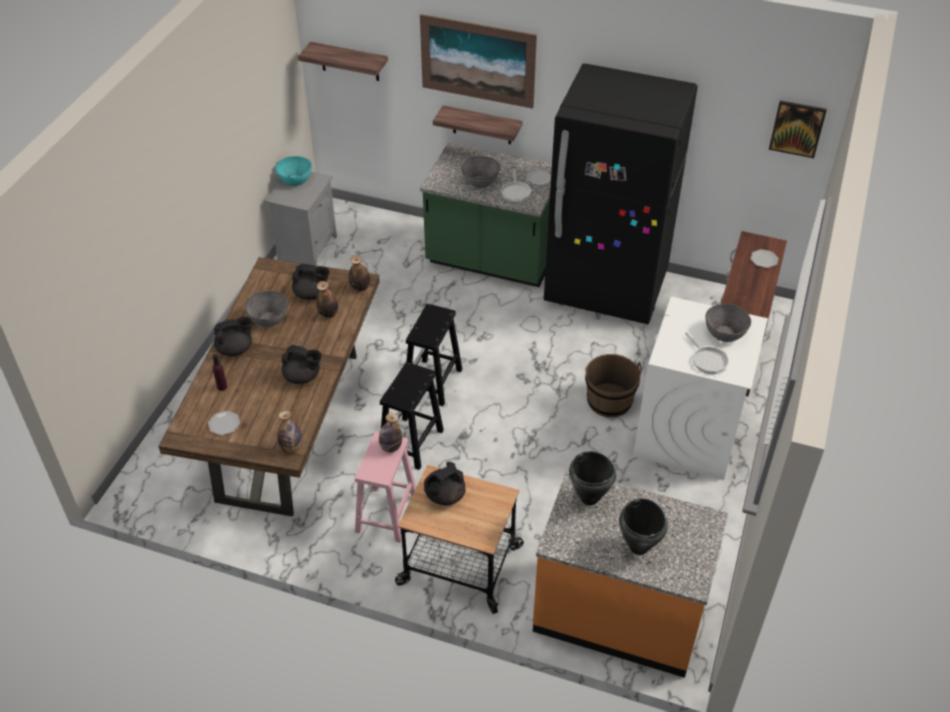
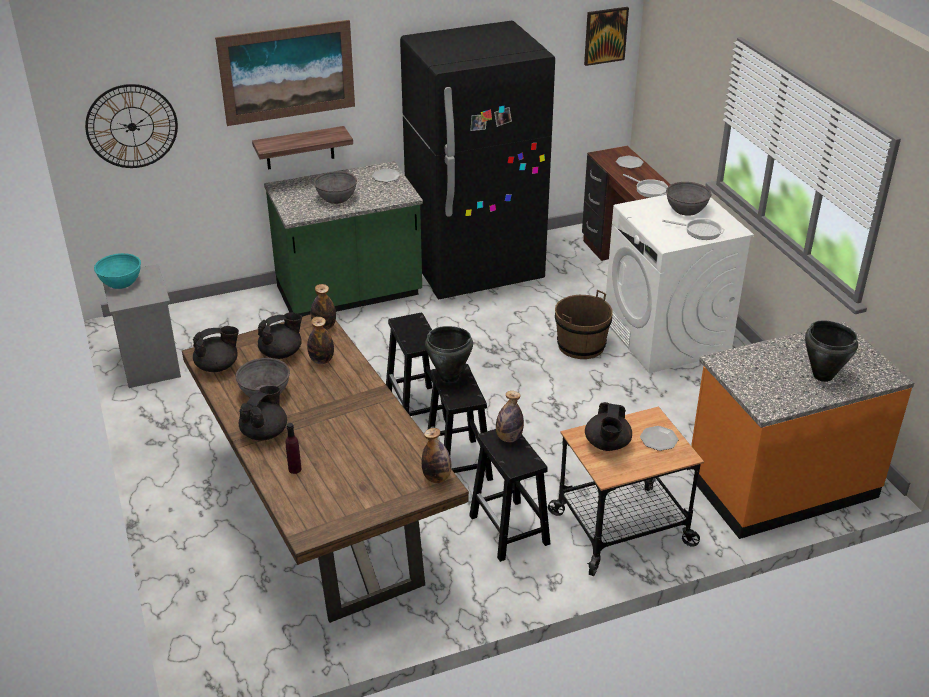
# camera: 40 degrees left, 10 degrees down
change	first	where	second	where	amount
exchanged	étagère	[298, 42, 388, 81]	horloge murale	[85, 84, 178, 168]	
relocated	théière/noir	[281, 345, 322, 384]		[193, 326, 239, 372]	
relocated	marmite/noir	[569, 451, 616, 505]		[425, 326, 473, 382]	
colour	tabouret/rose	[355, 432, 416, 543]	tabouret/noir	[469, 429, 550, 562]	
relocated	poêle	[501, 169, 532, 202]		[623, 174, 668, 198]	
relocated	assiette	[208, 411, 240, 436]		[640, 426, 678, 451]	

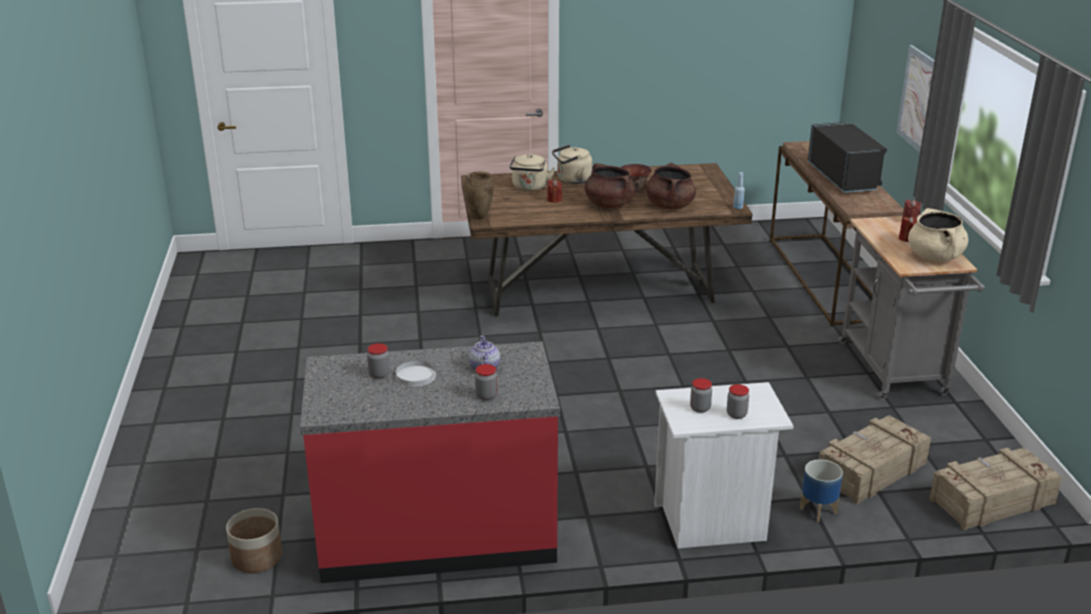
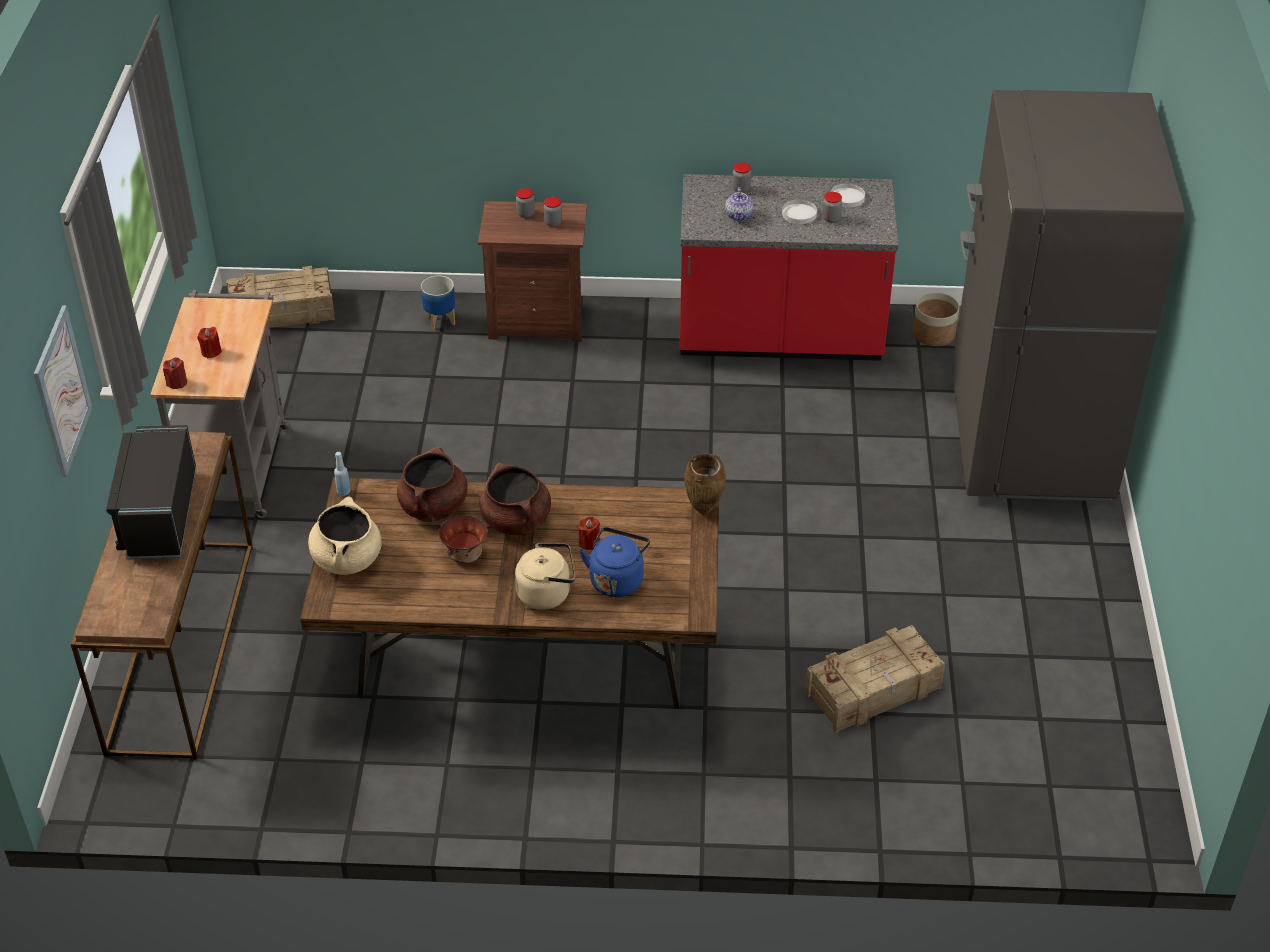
# camera: 170 degrees left, 15 degrees up
change	first	where	second	where	amount
relocated	marmite/beige	[908, 208, 968, 262]		[308, 497, 381, 575]	
colour	table de chevet/blanc	[654, 382, 793, 548]	table de chevet/marron	[478, 201, 587, 342]	
colour	bouilloire/beige	[510, 154, 555, 191]	bouilloire/bleu	[579, 527, 650, 597]	
relocated	caisse	[819, 415, 931, 504]		[805, 625, 945, 733]	
appeared			assiette/blanc	[831, 183, 865, 208]	
appeared			réfrigérateur/gris	[952, 90, 1184, 501]	

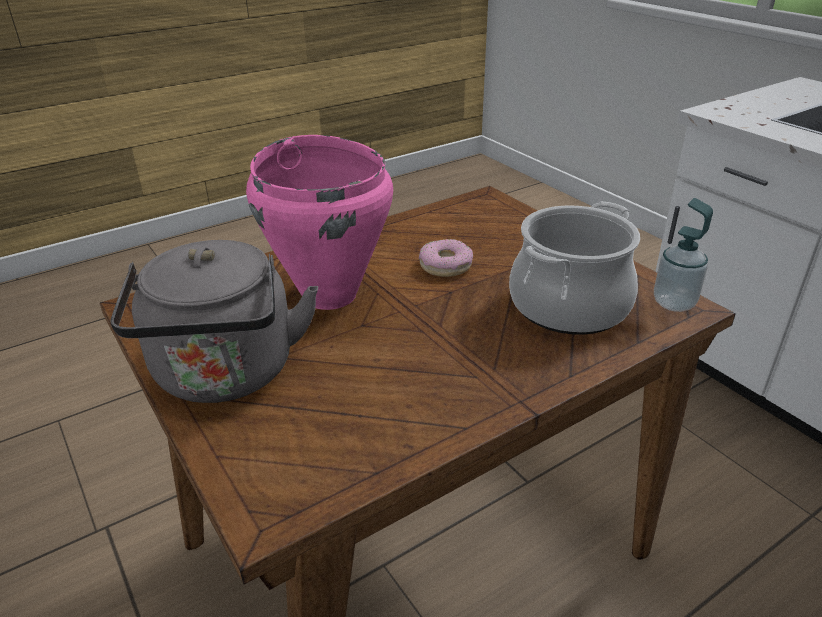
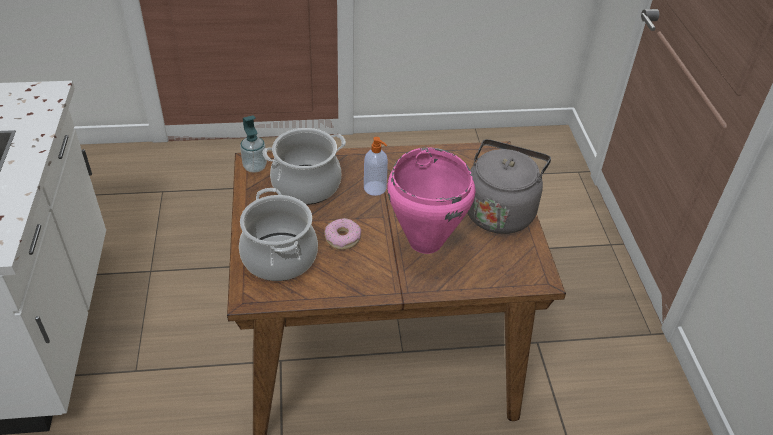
# camera: 155 degrees left, 10 degrees up
change	first	where	second	where	amount
appeared			marmite	[239, 188, 318, 281]	
appeared			distributeur de savon	[364, 137, 388, 196]	

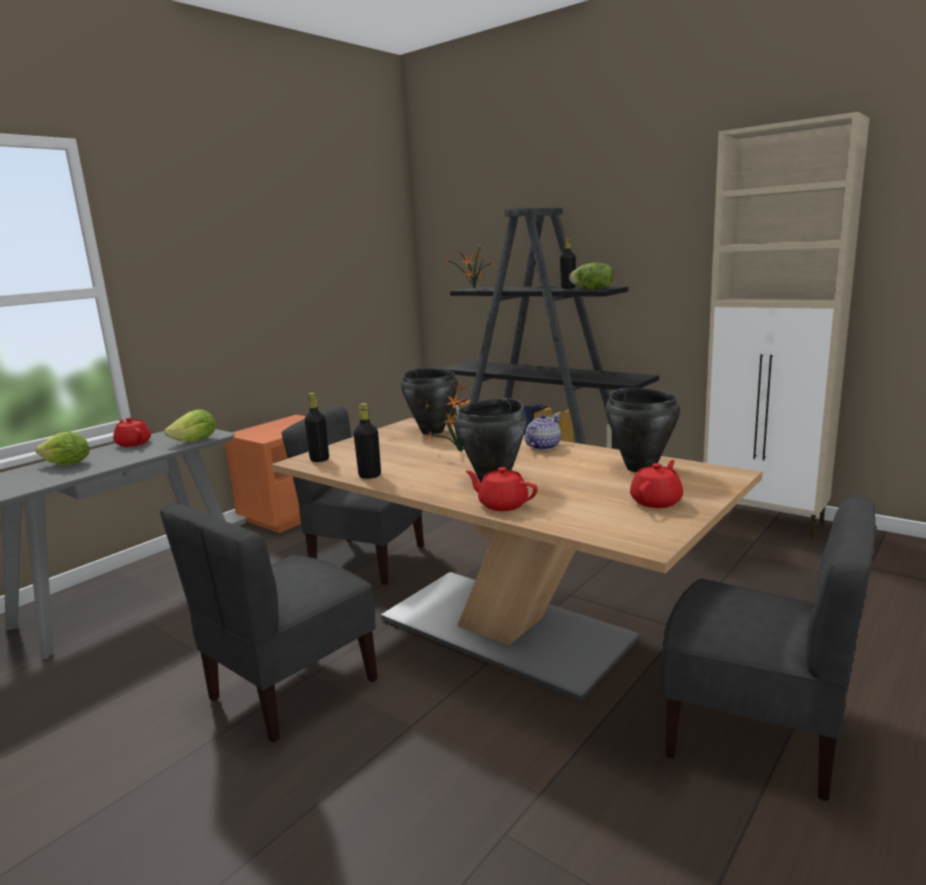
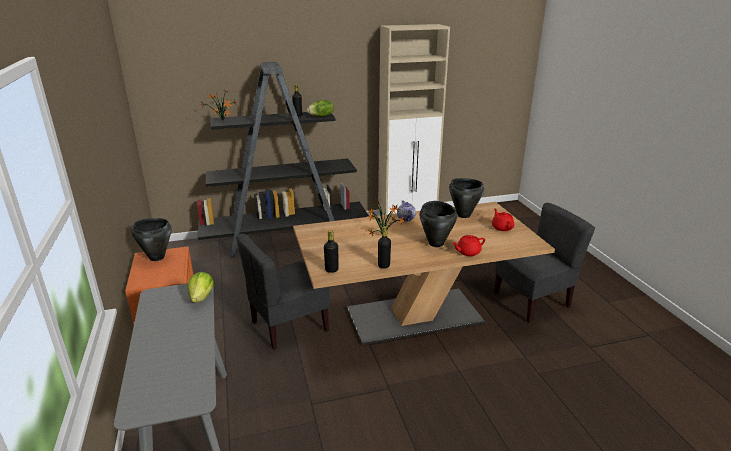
# camera: 55 degrees left, 10 degrees up
change	first	where	second	where	amount
relocated	marmite/noir	[401, 368, 458, 435]		[131, 218, 171, 261]	
missing	laitue	[35, 432, 90, 465]			
missing	théière/rouge	[113, 417, 151, 447]			
missing	chaise/gris	[160, 503, 378, 743]			

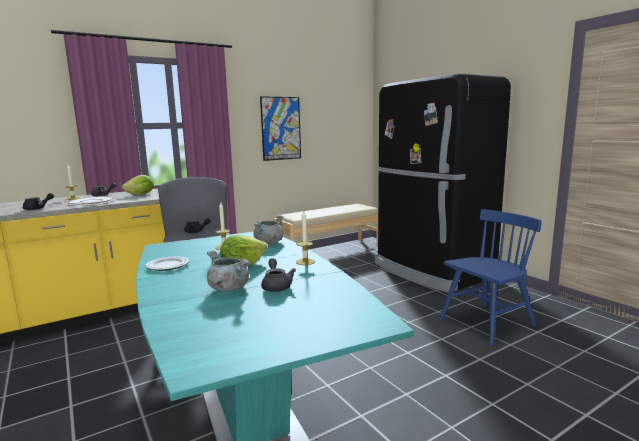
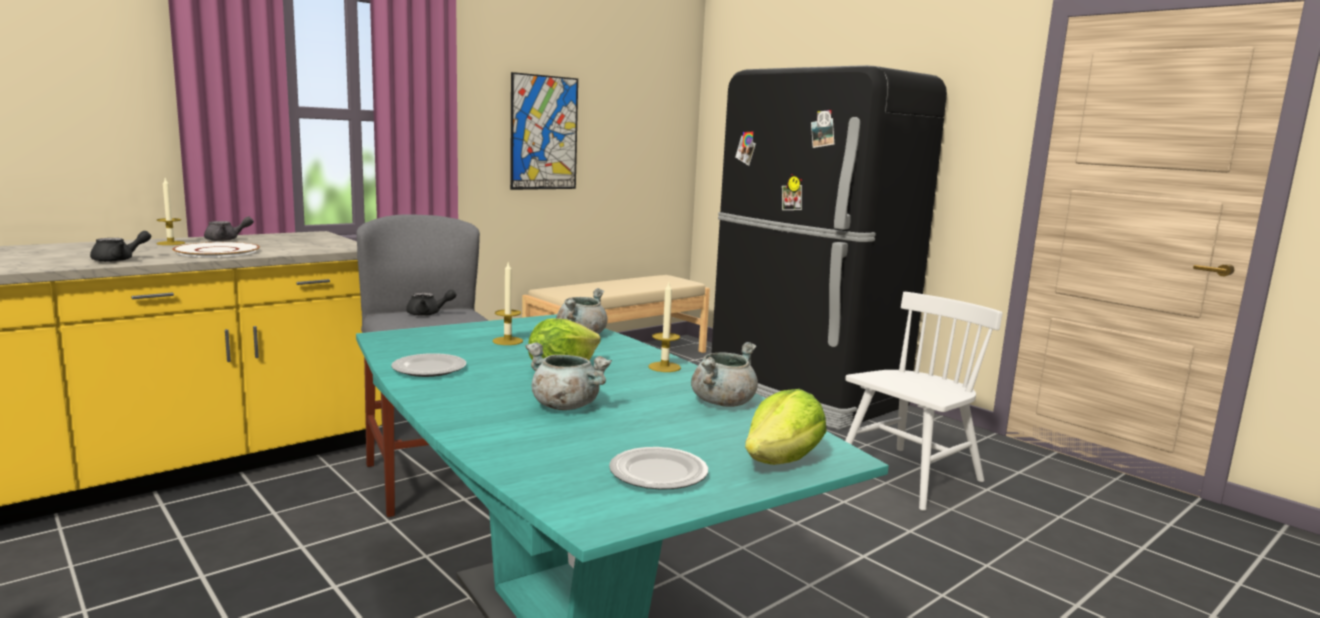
# camera: 10 degrees left, 0 degrees up
change	first	where	second	where	amount
appeared			assiette	[609, 447, 708, 490]	
appeared			marmite/gris	[691, 342, 758, 407]	
relocated	laitue	[121, 175, 154, 195]		[745, 389, 827, 465]	
colour	chaise/bleu	[439, 209, 542, 346]	chaise/blanc	[845, 292, 1003, 511]	
missing	théière/gris	[261, 258, 296, 292]			

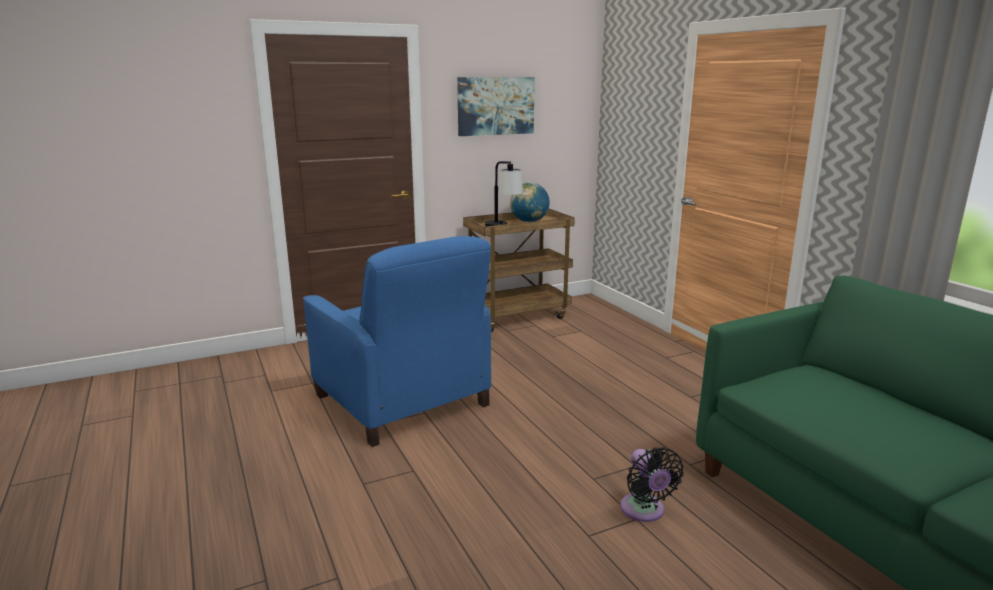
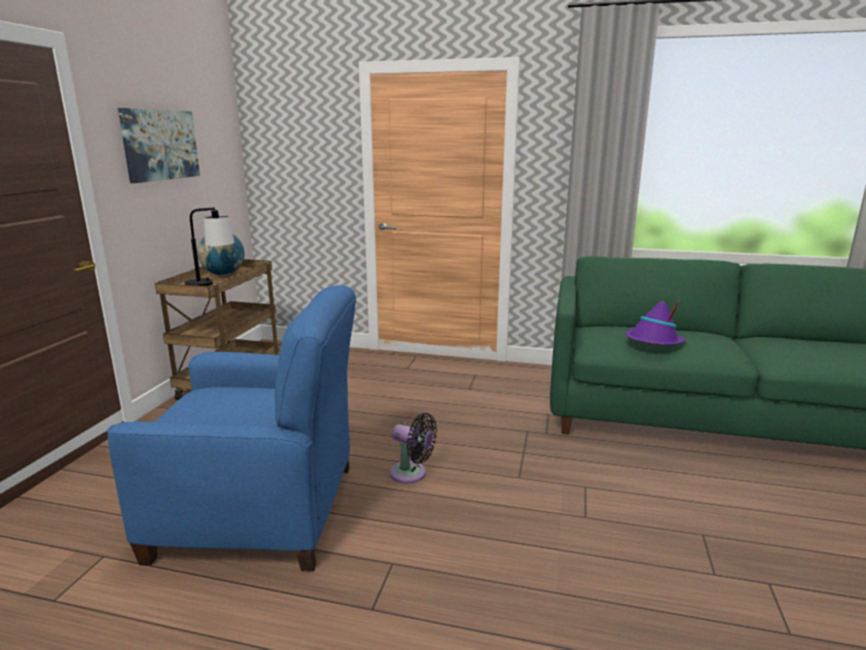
# camera: 50 degrees left, 0 degrees up
change	first	where	second	where	amount
relocated	ventilateur/noir	[620, 447, 684, 522]		[390, 413, 437, 484]	
appeared			chapeau/violet	[625, 301, 686, 345]	

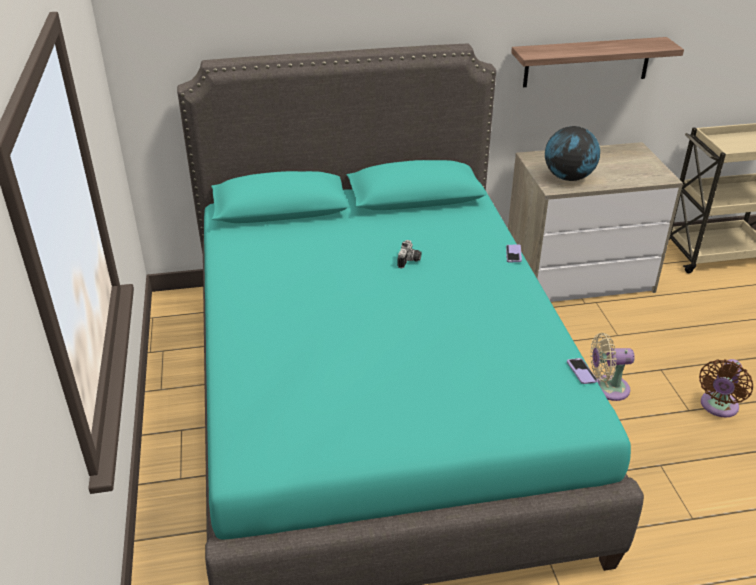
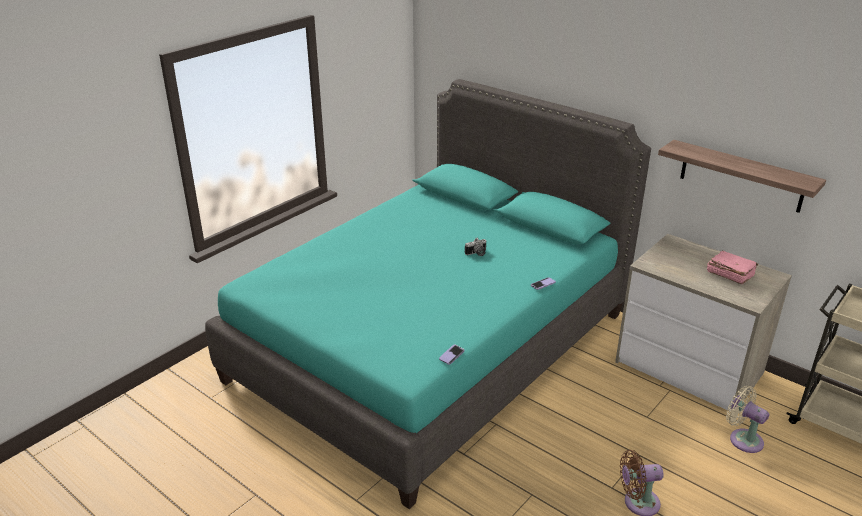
# camera: 50 degrees right, 5 degrees down
change	first	where	second	where	amount
appeared			livre/rose	[707, 251, 758, 284]	
relocated	ventilateur/beige	[590, 333, 635, 401]		[726, 386, 769, 453]	
missing	globe	[545, 126, 600, 181]			

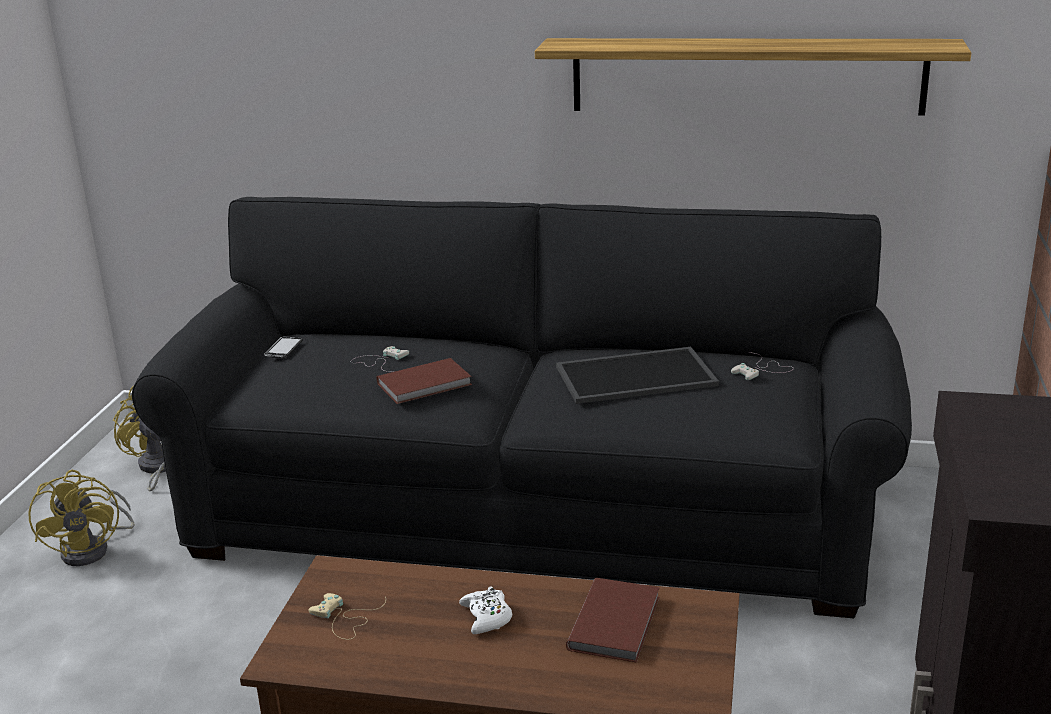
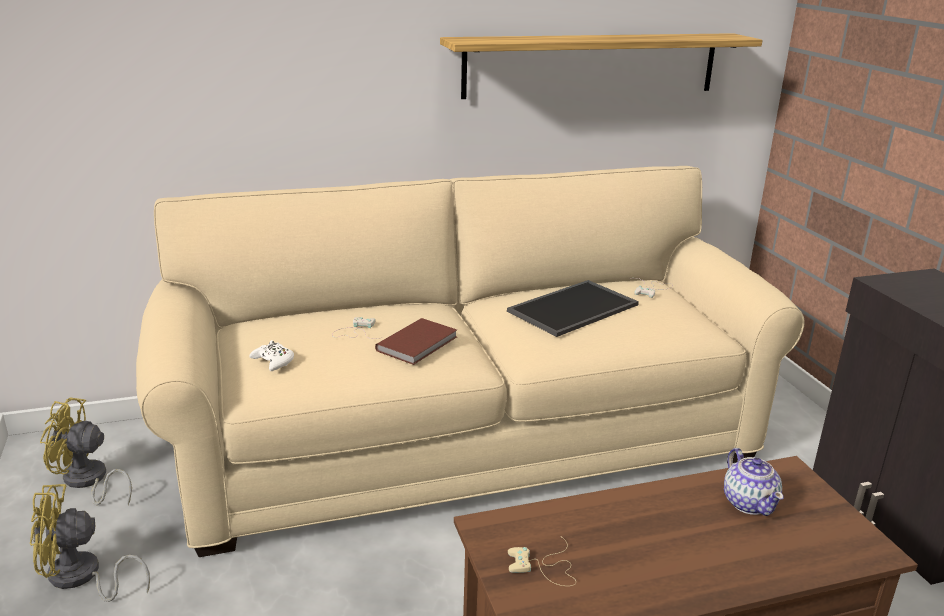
# camera: 30 degrees left, 0 degrees up
change	first	where	second	where	amount
spun	ventilateur/jaune	[28, 470, 134, 566]		[30, 484, 150, 602]	120 degrees clockwise
colour	canapé/noir	[132, 197, 912, 618]	canapé/beige	[136, 166, 805, 557]	
relocated	manette/blanc	[459, 586, 512, 634]		[249, 340, 294, 371]	
exchanged	livre/marron	[566, 578, 660, 663]	théière	[724, 448, 784, 516]	
missing	téléphone	[264, 337, 303, 358]			

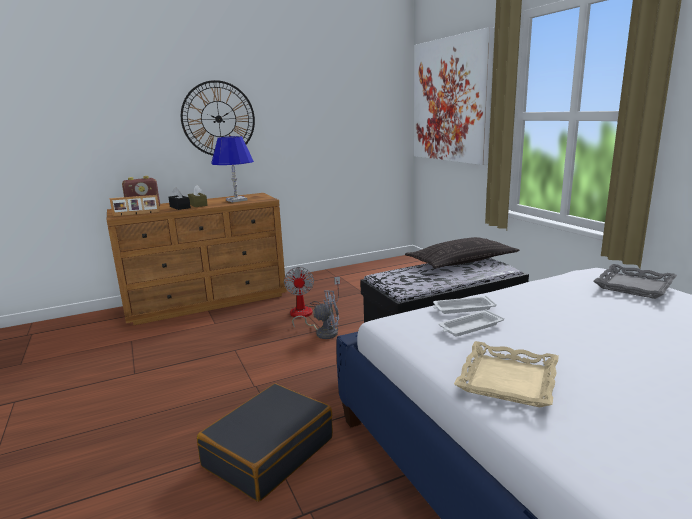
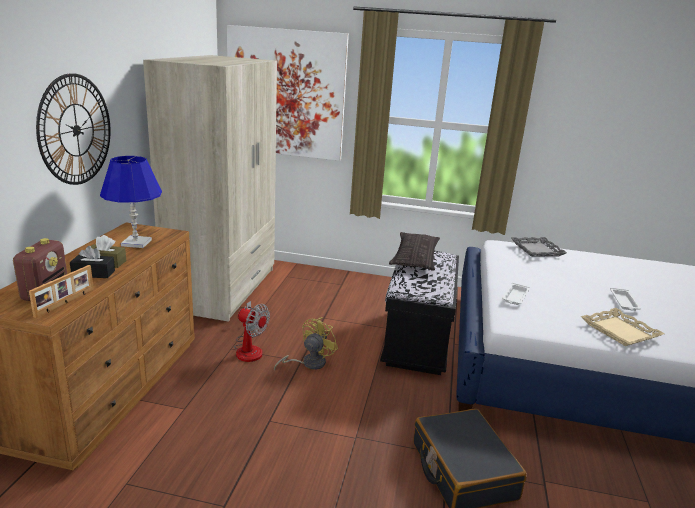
# camera: 55 degrees left, 5 degrees up
change	first	where	second	where	amount
appeared			armoire/beige	[143, 55, 277, 322]	
colour	ventilateur/gris	[292, 290, 339, 339]	ventilateur/jaune	[274, 317, 338, 371]	
relocated	plateau/blanc	[439, 309, 504, 336]		[610, 288, 641, 311]	

